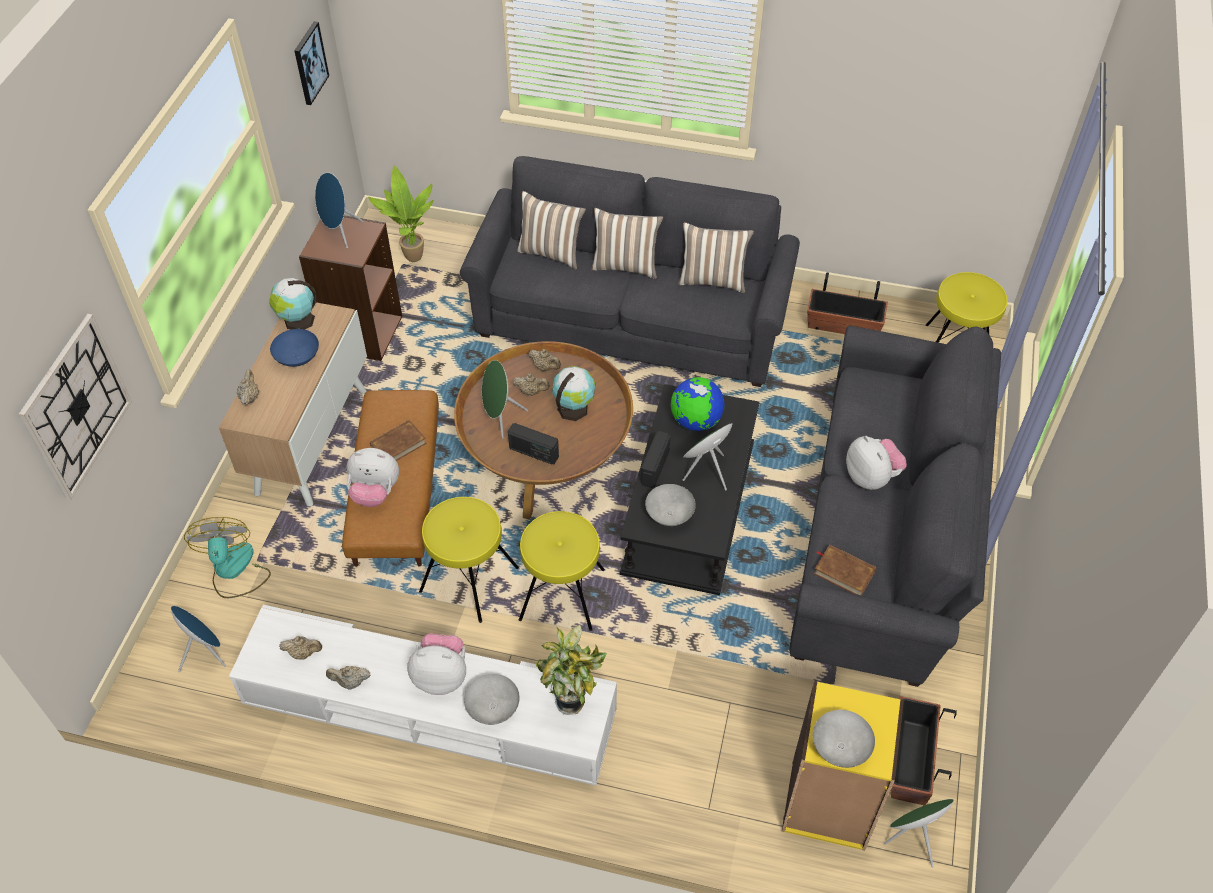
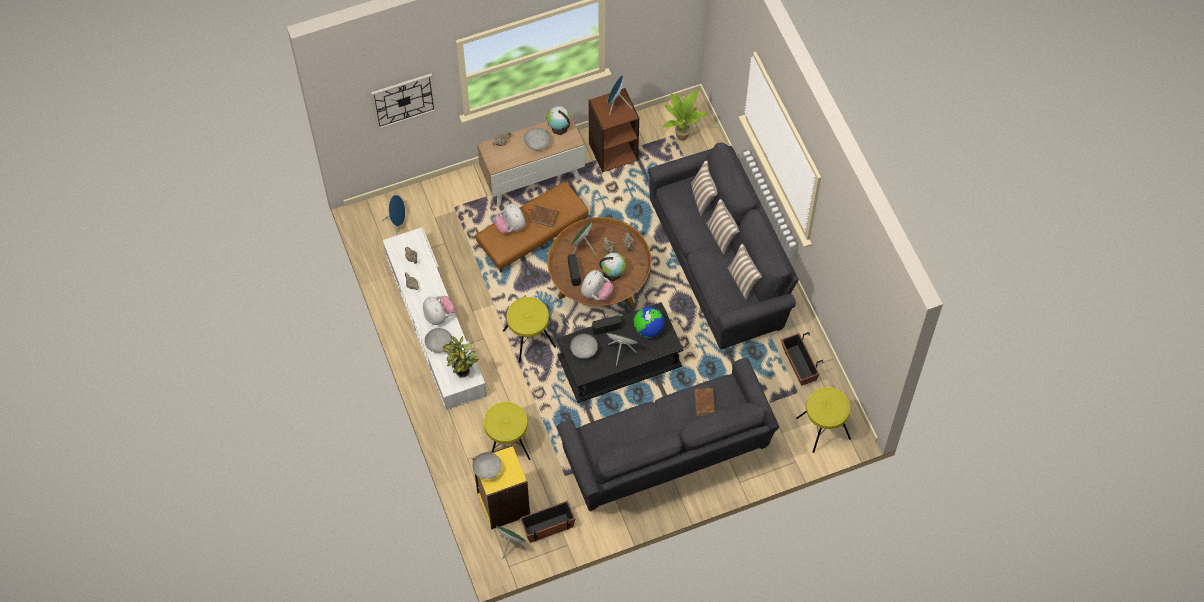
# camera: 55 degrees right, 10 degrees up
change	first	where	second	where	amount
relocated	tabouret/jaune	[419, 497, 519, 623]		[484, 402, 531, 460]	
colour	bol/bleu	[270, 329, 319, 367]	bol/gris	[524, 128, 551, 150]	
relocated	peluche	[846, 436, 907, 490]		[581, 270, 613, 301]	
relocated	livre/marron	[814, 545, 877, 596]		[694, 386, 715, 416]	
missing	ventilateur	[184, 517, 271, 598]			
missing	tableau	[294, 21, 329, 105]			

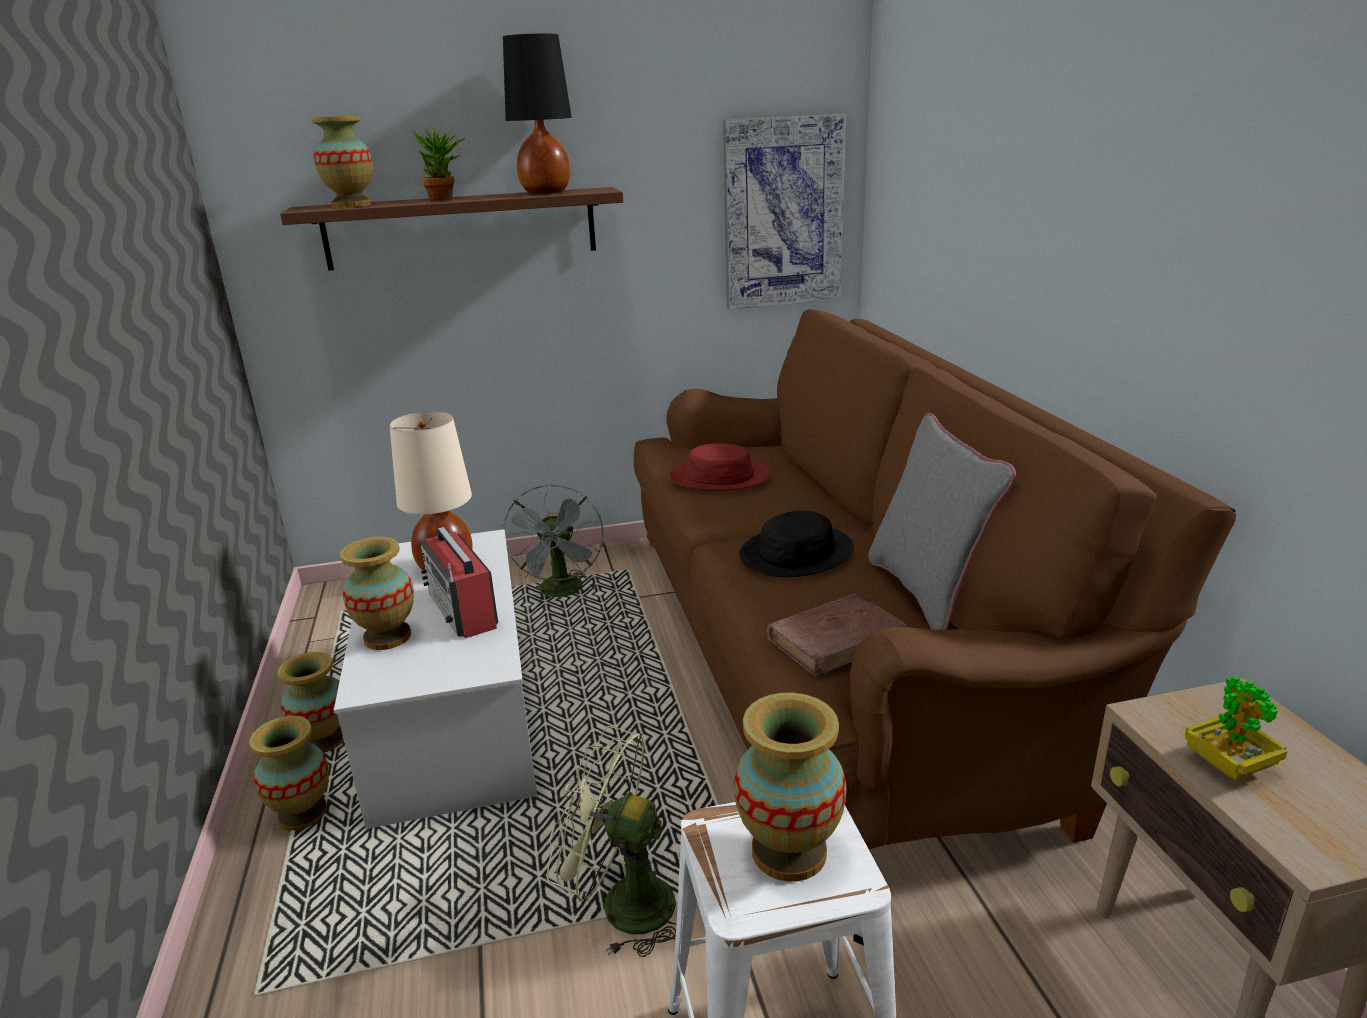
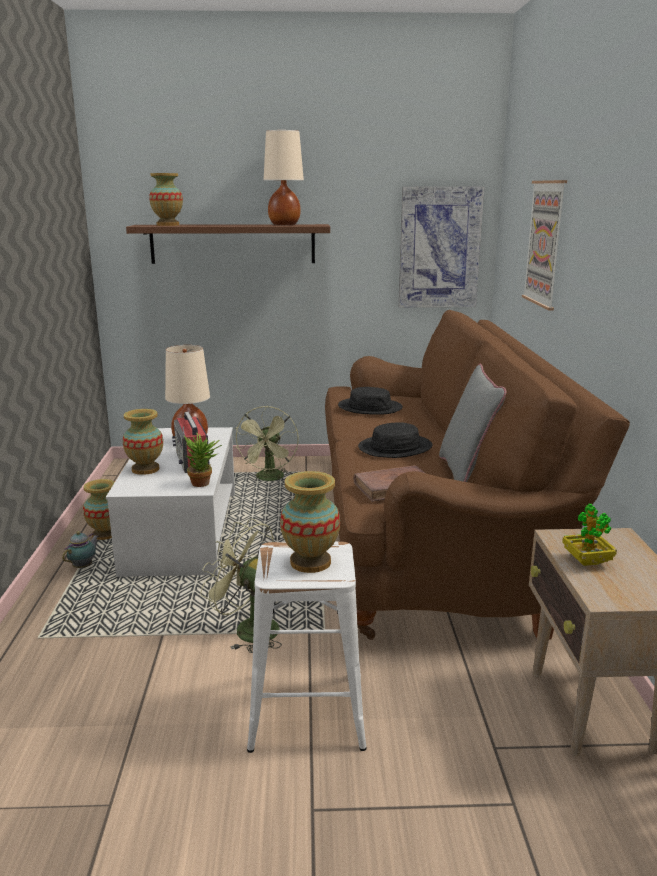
# camera: 10 degrees right, 5 degrees down
change	first	where	second	where	amount
exchanged	vase	[249, 716, 329, 832]	théière	[62, 531, 99, 568]	
relocated	plante en pot	[412, 128, 465, 201]		[184, 433, 222, 487]	
colour	ventilateur/gris	[502, 484, 604, 597]	ventilateur/vert	[234, 406, 299, 481]	
colour	lampe de table/noir	[503, 33, 572, 194]	lampe de table/beige	[264, 130, 304, 225]	
colour	chapeau/rouge	[669, 444, 770, 491]	chapeau/noir	[338, 387, 403, 414]	
appeared			tableau	[522, 180, 567, 310]	

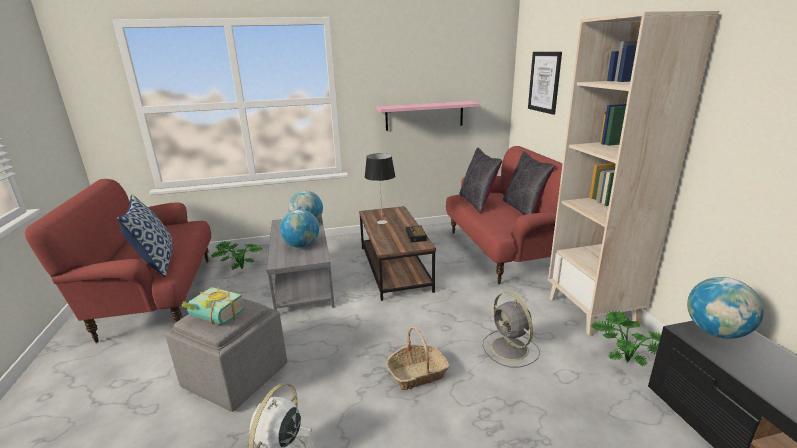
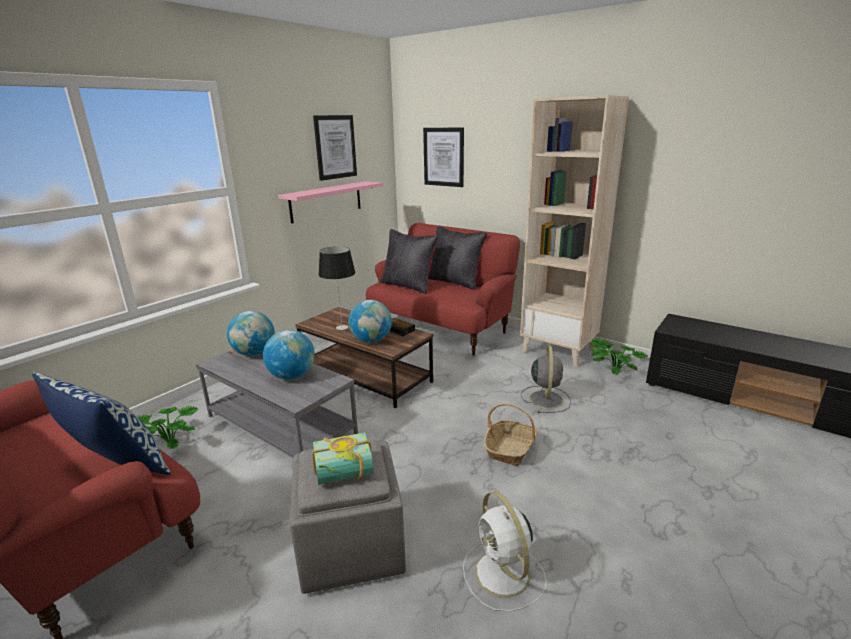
# camera: 40 degrees left, 0 degrees up
change	first	where	second	where	amount
appeared			tableau	[313, 115, 357, 181]	
relocated	globe	[687, 277, 764, 339]		[349, 300, 392, 343]	
spun	ventilateur/gris	[483, 292, 540, 367]		[521, 346, 571, 413]	105 degrees counterclockwise

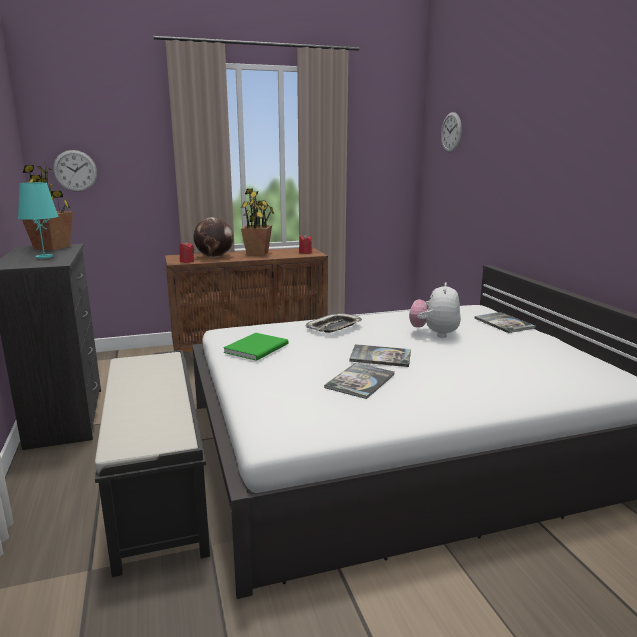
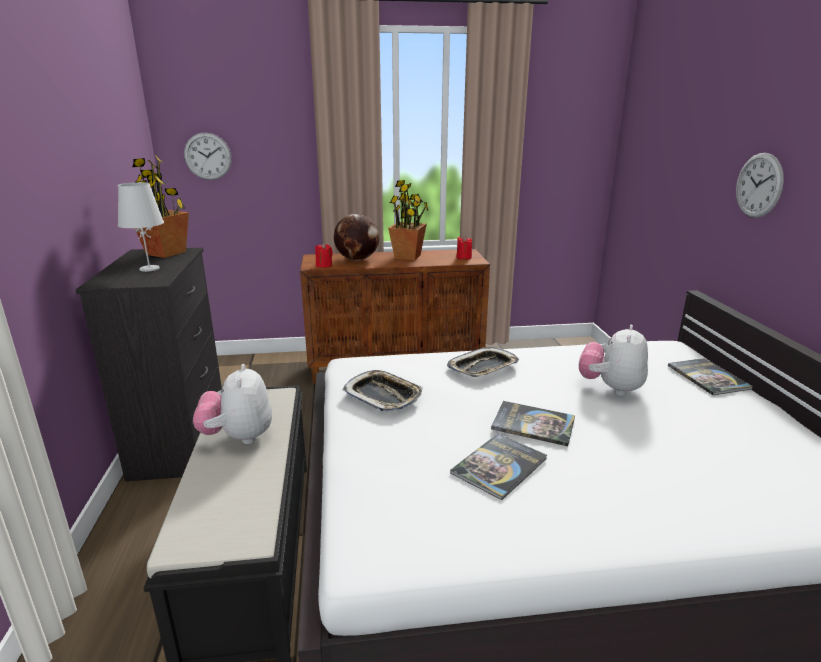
# camera: 10 degrees right, 5 degrees up
change	first	where	second	where	amount
colour	lampe de table/turquoise	[18, 182, 59, 259]	lampe de table/blanc	[118, 182, 164, 272]	
appeared			peluche	[193, 364, 272, 444]	
exchanged	livre/vert	[223, 333, 288, 361]	plateau	[342, 370, 423, 412]	
relocated	horloge murale	[441, 112, 462, 152]		[736, 153, 784, 218]	

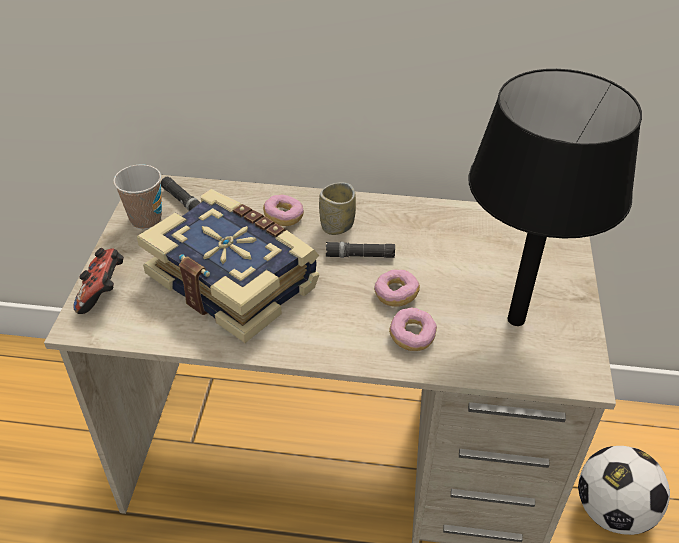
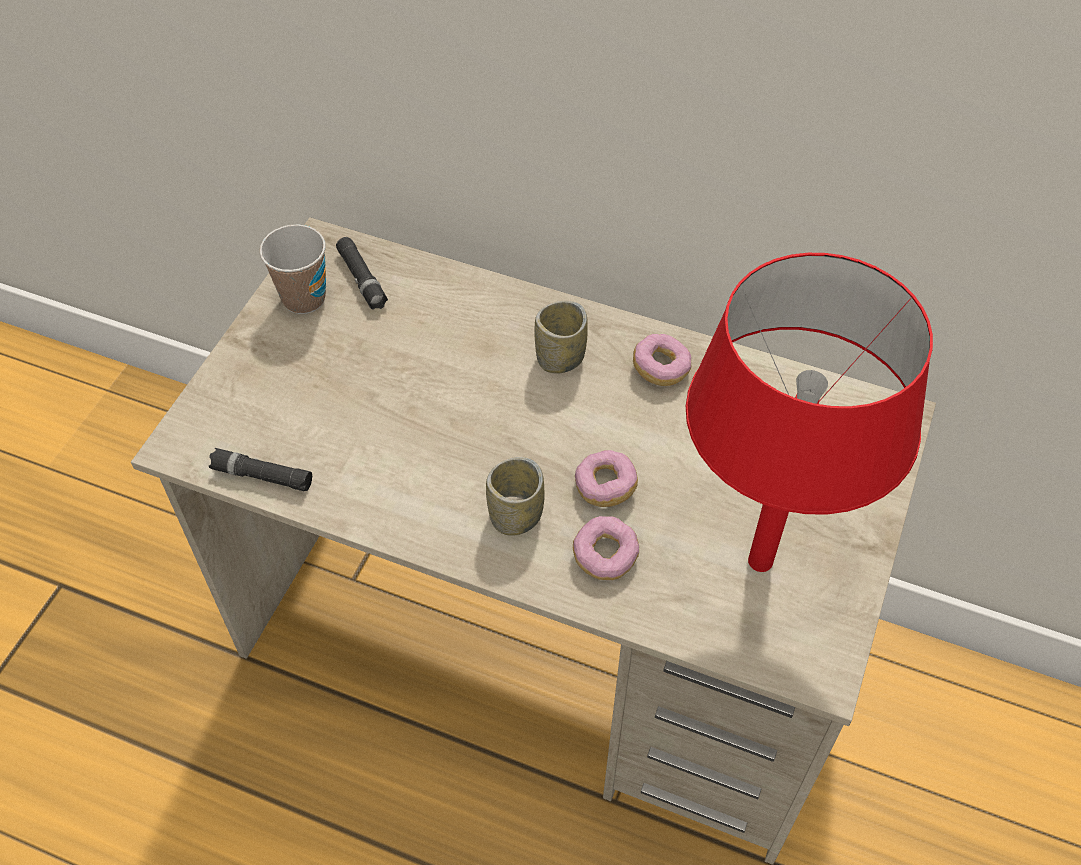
# camera: 15 degrees right, 10 degrees up
change	first	where	second	where	amount
relocated	lampe de poche/noir	[326, 242, 395, 258]		[209, 448, 312, 491]	
appeared			tasse	[486, 457, 545, 536]	
relocated	beignet	[263, 195, 304, 226]		[633, 334, 691, 386]	
colour	lampe de table/noir	[469, 69, 642, 326]	lampe de table/rouge	[686, 253, 933, 572]	
missing	manette	[73, 248, 124, 314]			
missing	livre	[137, 189, 320, 343]			
missing	ballon de foot	[578, 446, 670, 535]			

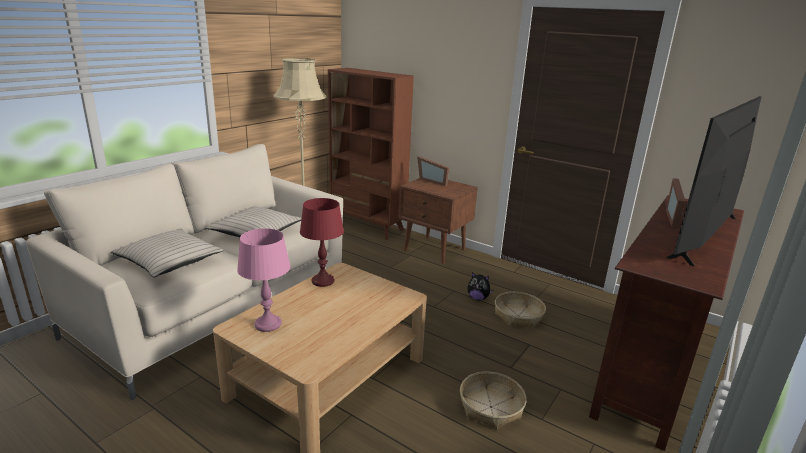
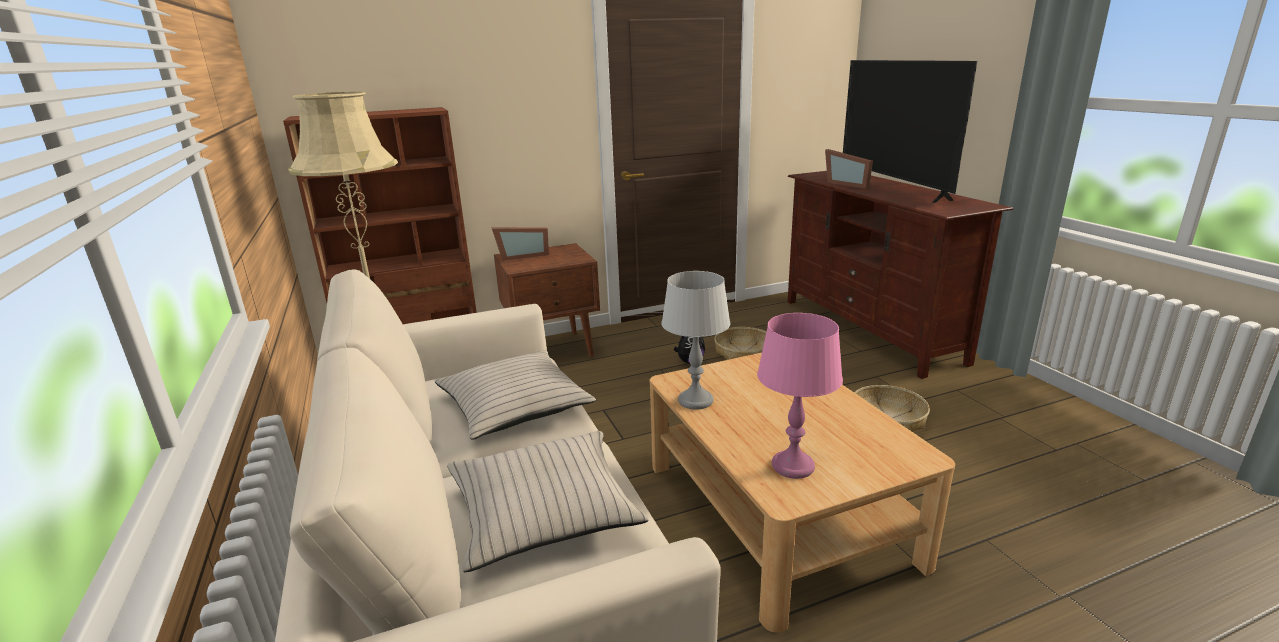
# camera: 55 degrees left, 0 degrees up
change	first	where	second	where	amount
colour	lampe de table/rouge	[300, 198, 344, 287]	lampe de table/gris	[661, 271, 731, 410]	

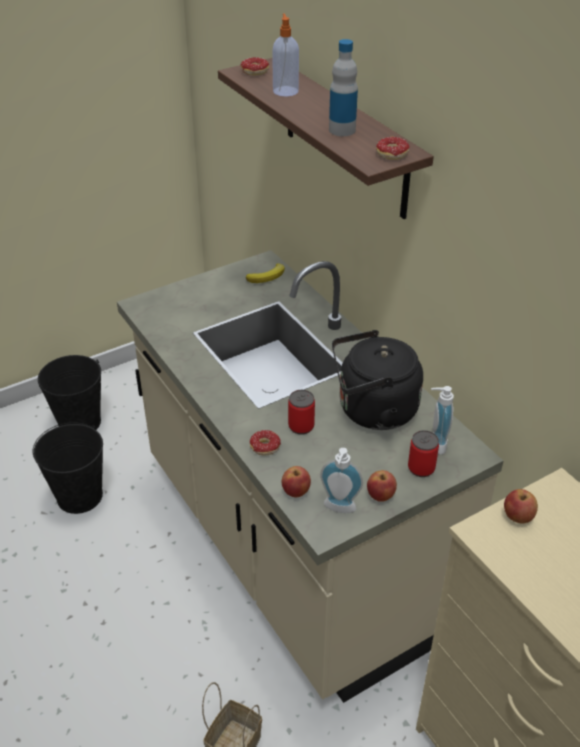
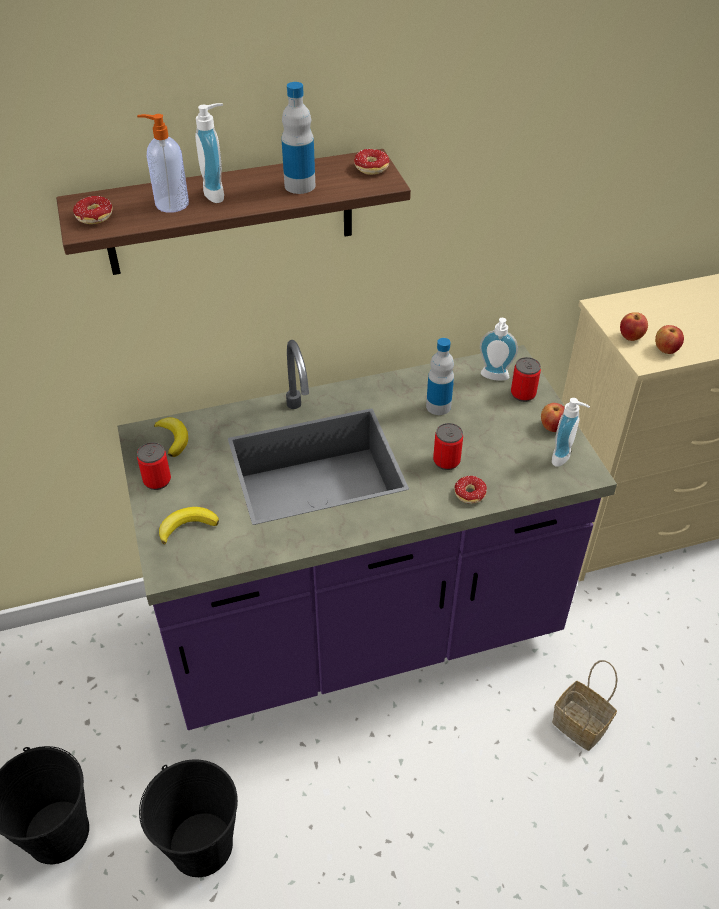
# camera: 75 degrees left, 5 degrees up
change	first	where	second	where	amount
colour	comptoir de cuisine/beige	[117, 250, 503, 703]	comptoir de cuisine/violet	[117, 340, 617, 730]	
appeared			boîte métallique	[137, 442, 171, 490]	
appeared			banane	[159, 507, 219, 544]	
appeared			distributeur de savon	[195, 103, 224, 203]	
exchanged	bouilloire/noir	[332, 330, 423, 430]	bouteille	[426, 338, 454, 415]	
relocated	pomme	[281, 466, 311, 498]		[655, 325, 684, 354]	

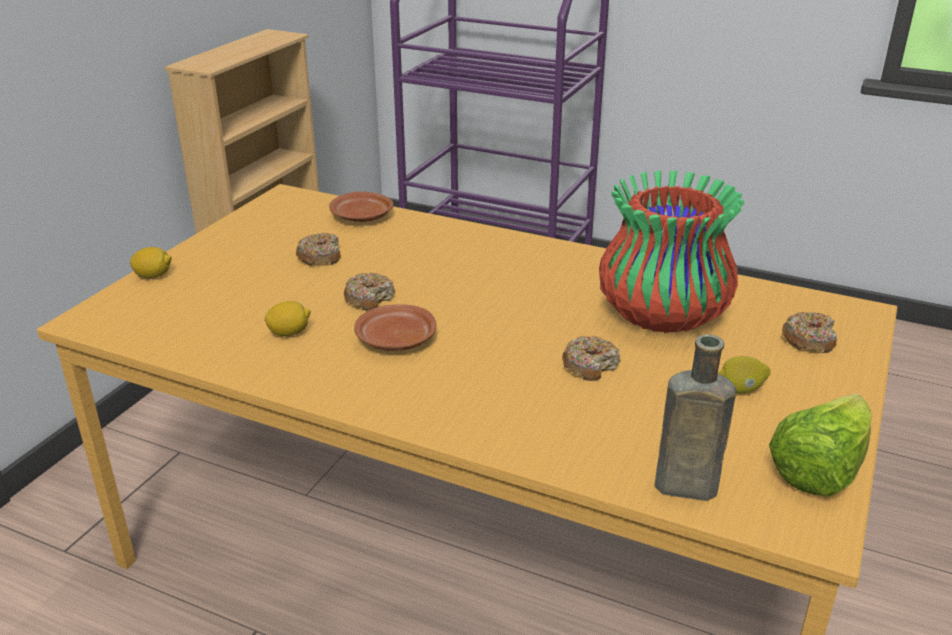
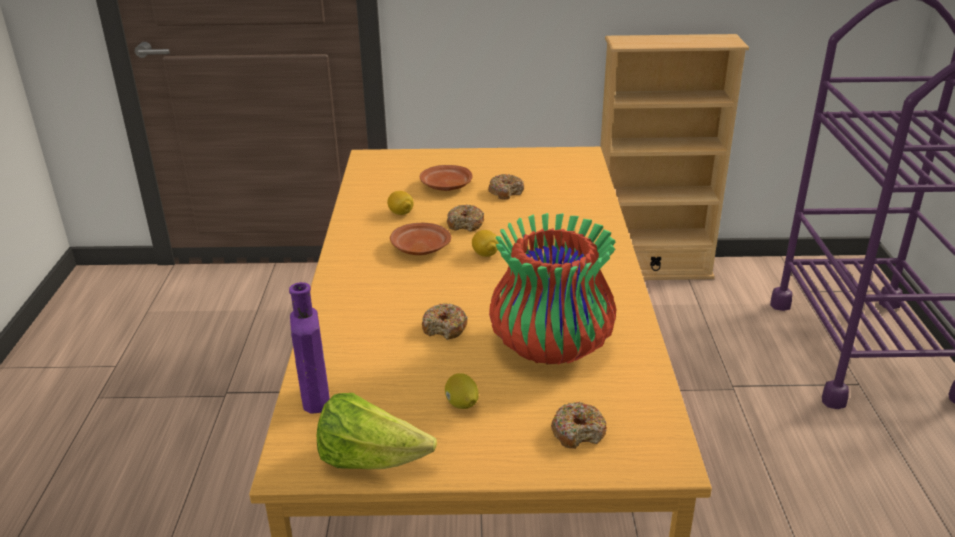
# camera: 65 degrees right, 0 degrees up
change	first	where	second	where	amount
colour	bouteille/marron	[655, 334, 736, 501]	bouteille/violet	[289, 282, 330, 414]	
relocated	assiette/marron	[329, 192, 393, 222]		[420, 165, 472, 191]	
relocated	citron	[130, 247, 172, 278]		[472, 230, 499, 257]	

